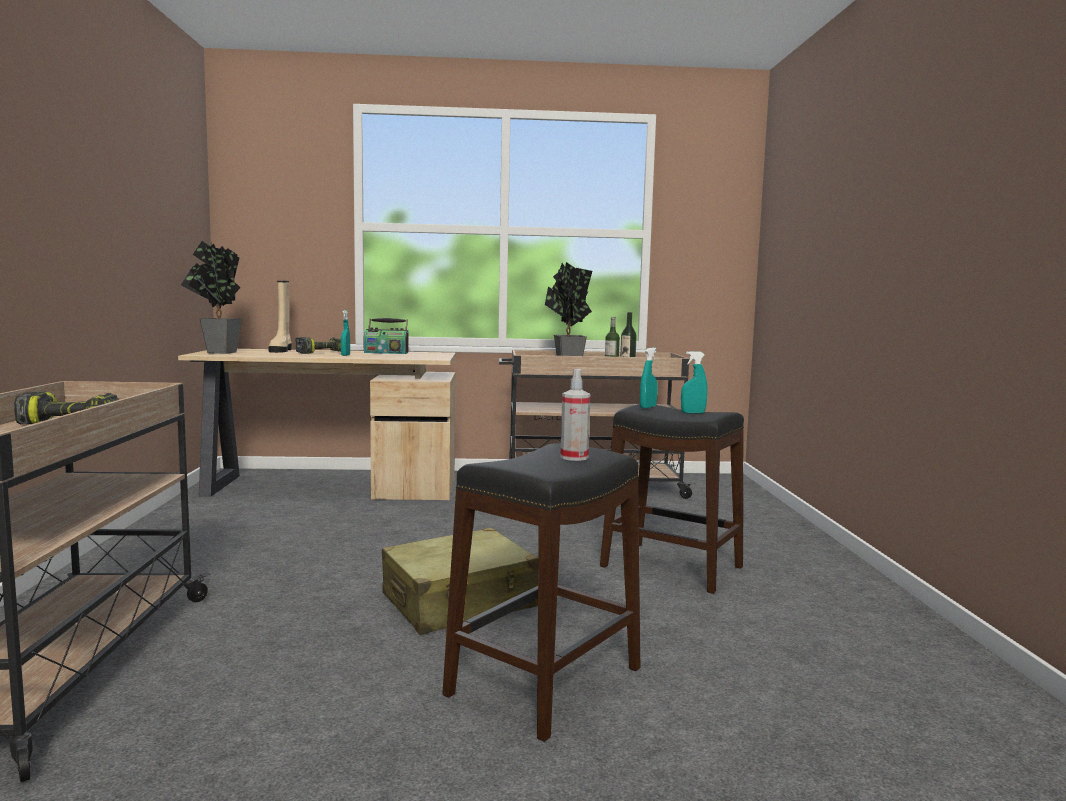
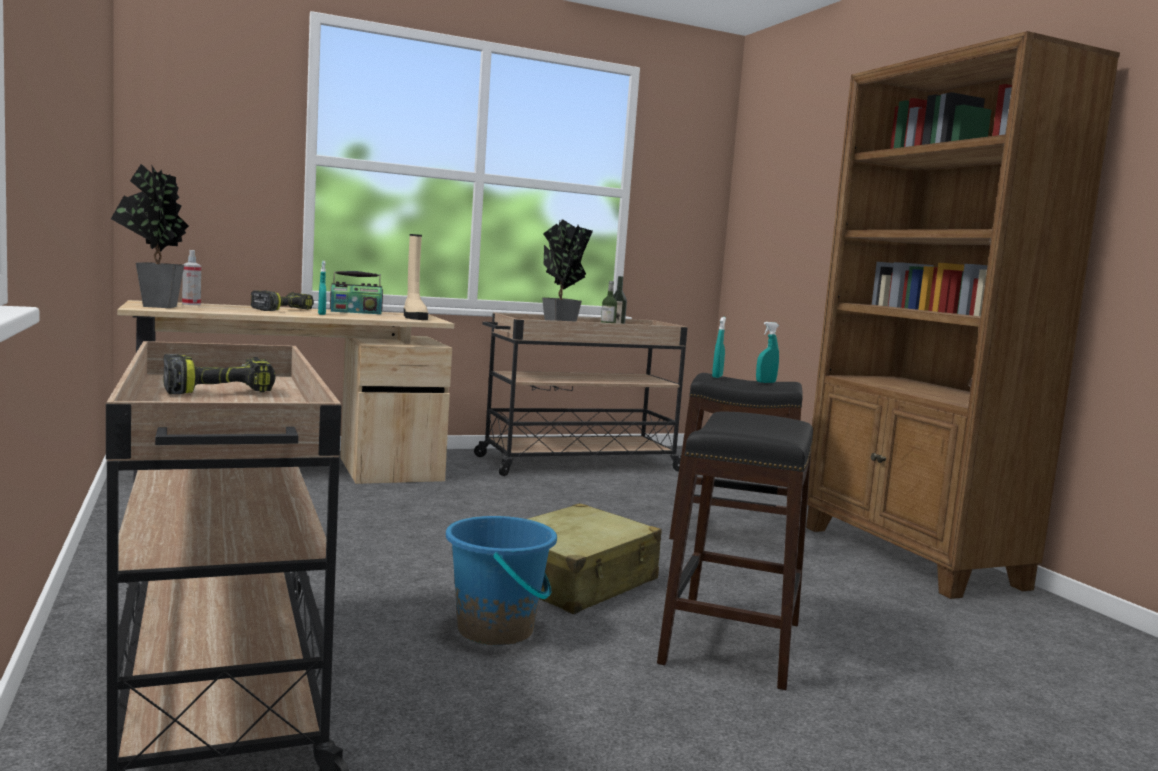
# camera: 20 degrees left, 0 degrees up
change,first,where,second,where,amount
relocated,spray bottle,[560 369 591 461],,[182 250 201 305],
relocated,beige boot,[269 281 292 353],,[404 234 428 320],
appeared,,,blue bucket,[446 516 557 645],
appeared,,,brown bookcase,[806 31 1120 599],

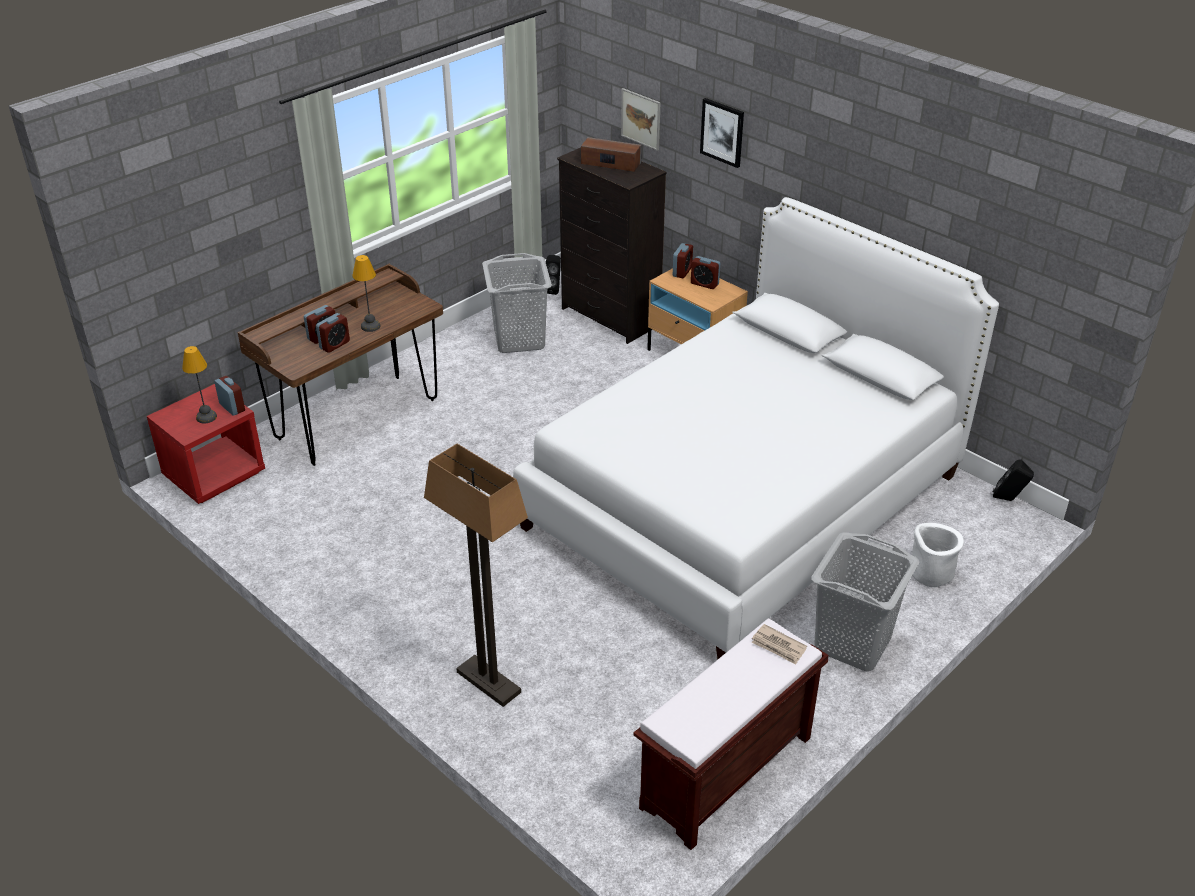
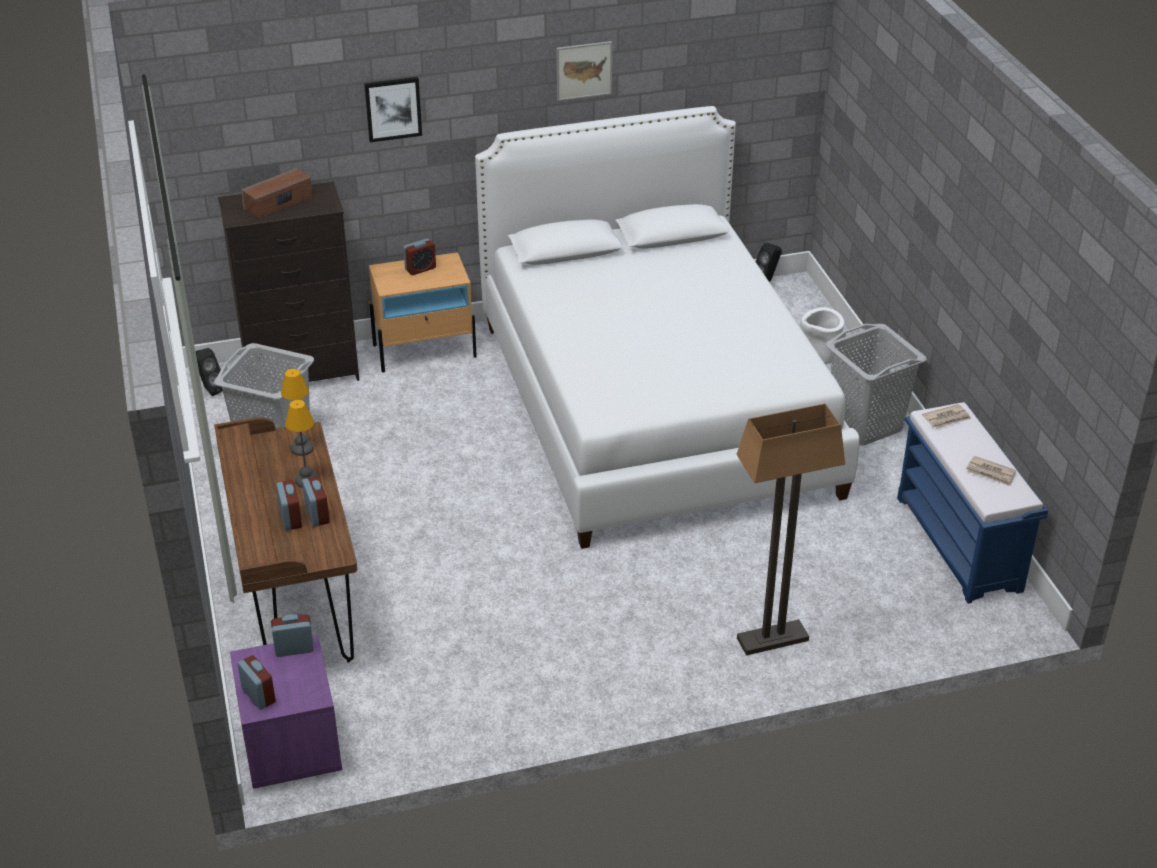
# camera: 60 degrees left, 0 degrees up
change,first,where,second,where,amount
colour,red nightstand,[147 384 265 504],purple nightstand,[230 635 342 789],
relocated,alarm clock,[673 243 693 278],,[237 655 276 710],
relocated,table lamp,[182 346 217 423],,[281 369 314 456],
relocated,picture,[621 88 661 151],,[557 41 612 101],
colour,brown bench,[633 619 829 850],blue bench,[897 402 1048 604],
appeared,,,newspaper,[966 456 1017 486],

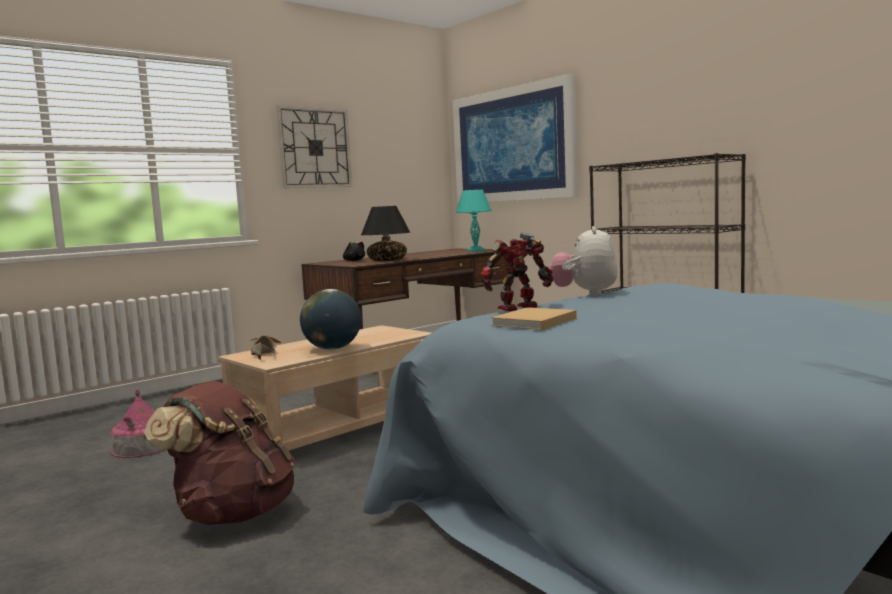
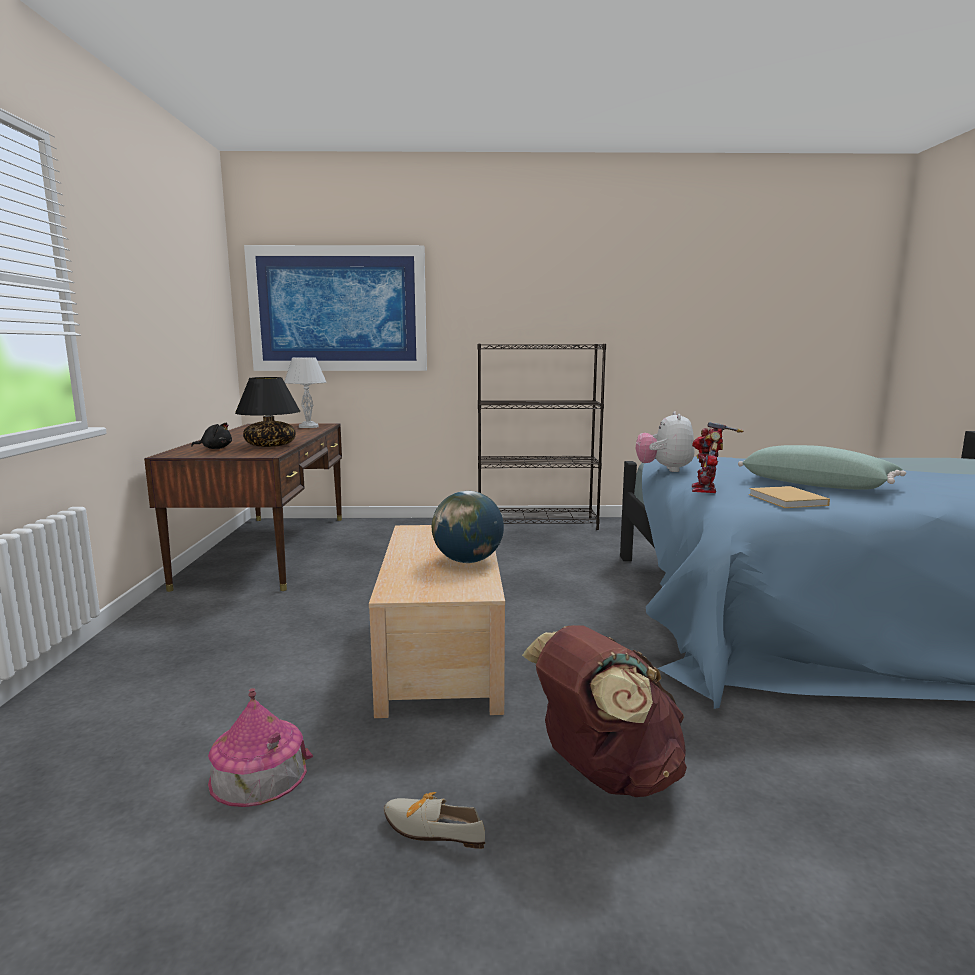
# camera: 50 degrees left, 5 degrees up
change,first,where,second,where,amount
colour,turquoise table lamp,[456 190 492 252],white table lamp,[284 357 326 428],
relocated,shoe,[250 335 281 360],,[384 792 485 849],
spun,plush toy,[550 226 618 295],,[636 411 695 472],45 degrees clockwise
appeared,,,green pillow,[738 445 906 490],
missing,wall clock,[276 105 352 188],,,

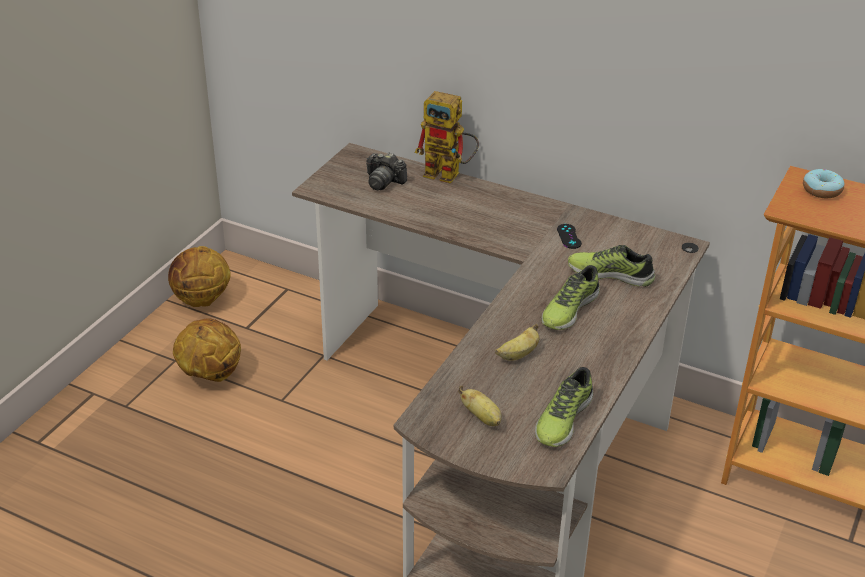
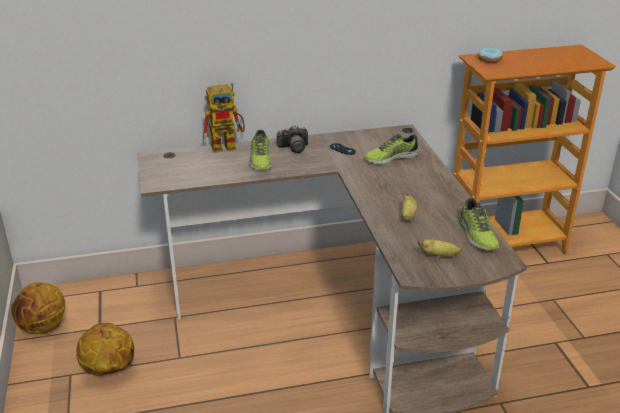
# camera: 40 degrees left, 5 degrees down
change,first,where,second,where,amount
relocated,shoe,[541 265 600 330],,[249 130 272 170],
relocated,photo camera,[366 153 407 190],,[276 126 308 153],

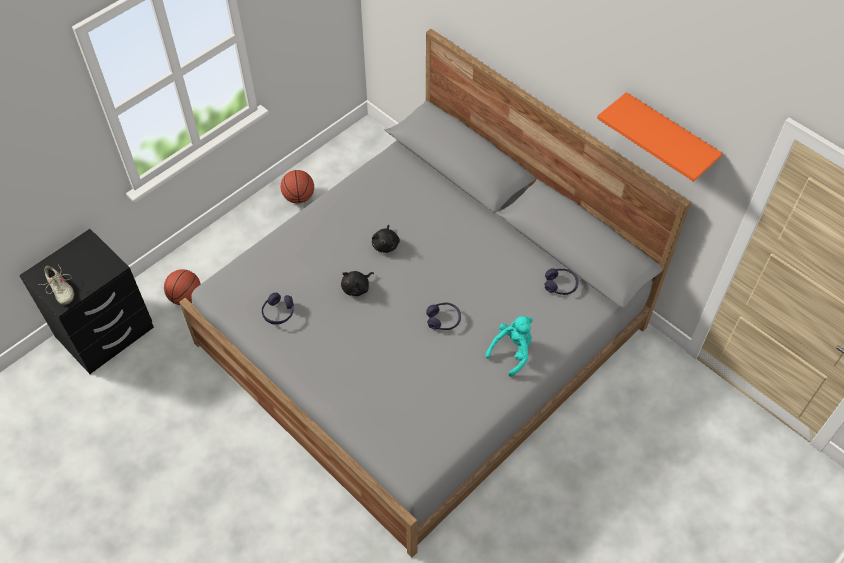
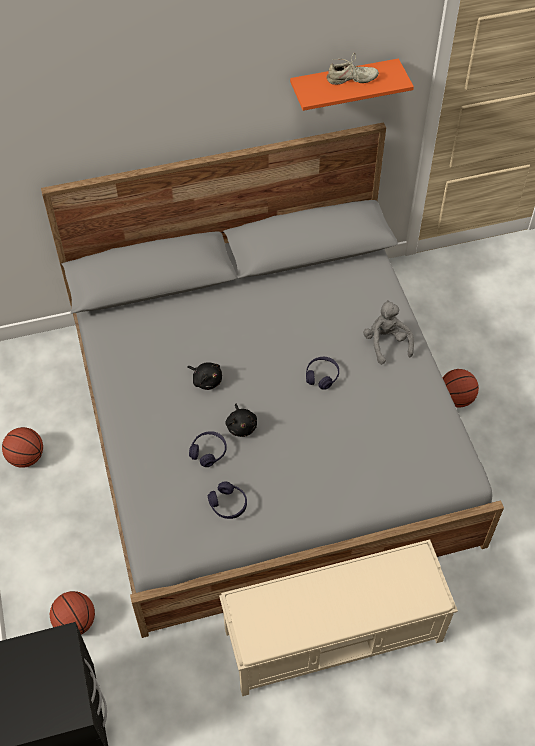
# camera: 60 degrees left, 0 degrees up
change,first,where,second,where,amount
relocated,purple headphones,[544 269 579 295],,[189 431 227 467],
appeared,,,beige bench,[219 539 458 696],
relocated,beige shoe,[38 265 74 305],,[327 53 379 85],
colour,turquoise plush toy,[485 316 533 377],grey plush toy,[363 300 414 364],
appeared,,,basketball,[443 369 479 408],

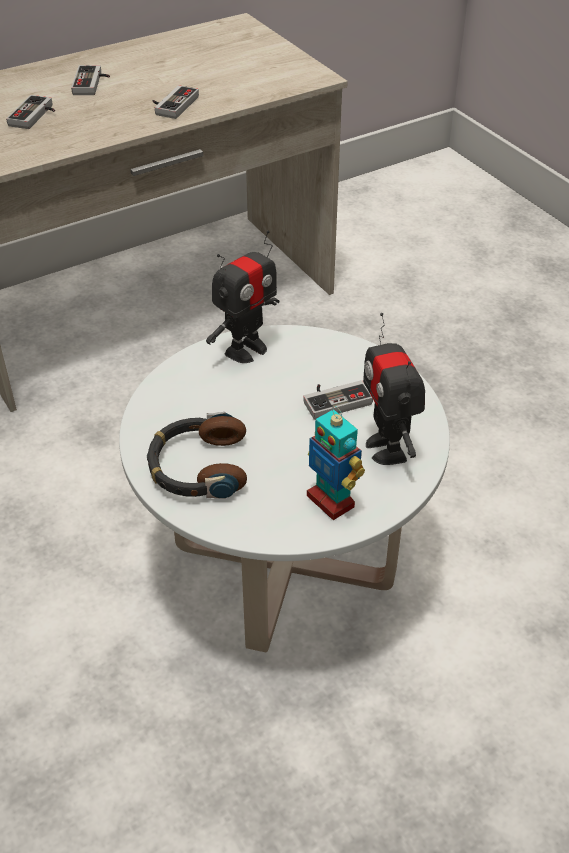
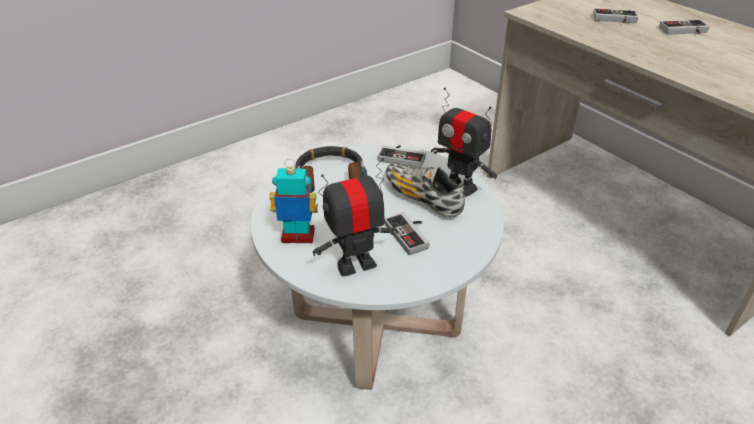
# camera: 85 degrees right, 5 degrees down
change,first,where,second,where,amount
spun,toy robot,[307 406 365 520],,[269 159 318 243],45 degrees clockwise
relocated,game controller,[153 85 199 119],,[378 145 426 168],
appeared,,,shoe,[386 163 465 217],

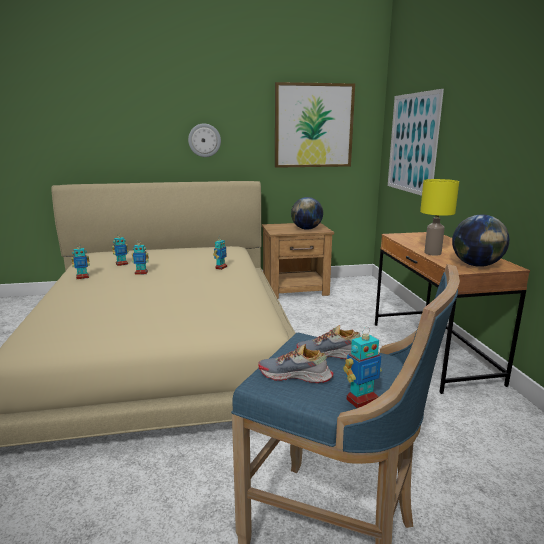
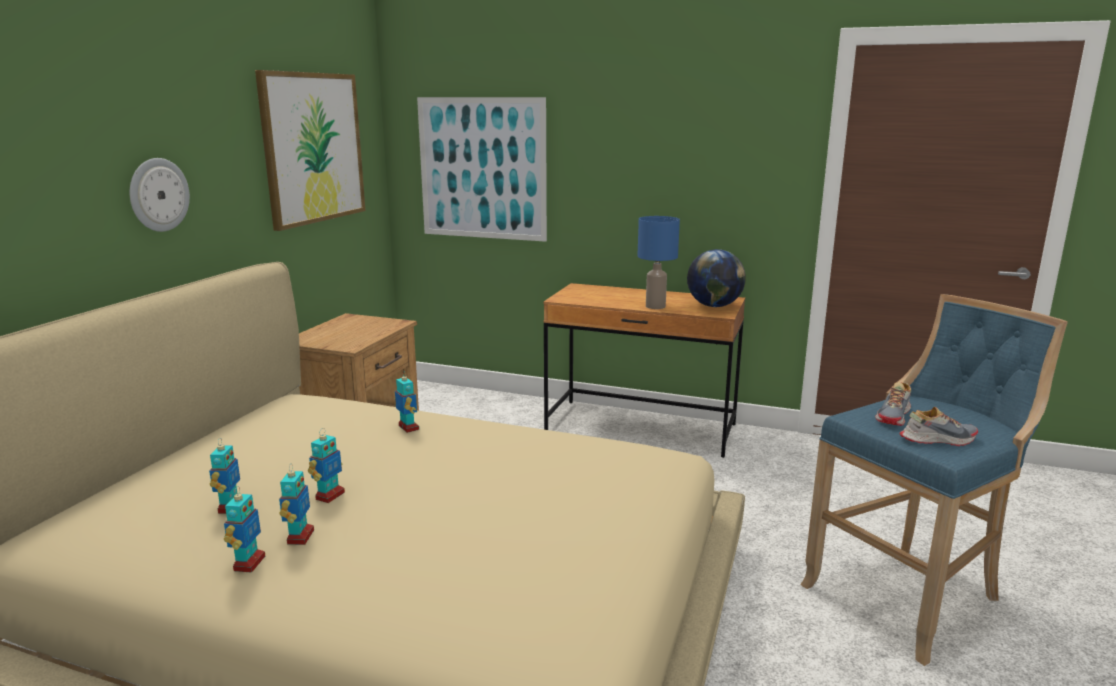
# camera: 60 degrees left, 0 degrees up
change,first,where,second,where,amount
relocated,toy robot,[343 327 382 408],,[279 465 314 545],
colour,yellow table lamp,[420 179 459 256],blue table lamp,[637 216 680 309],
spun,shoe,[258 344 334 383],,[899 407 978 446],135 degrees counterclockwise
missing,globe,[291 197 323 230],,,

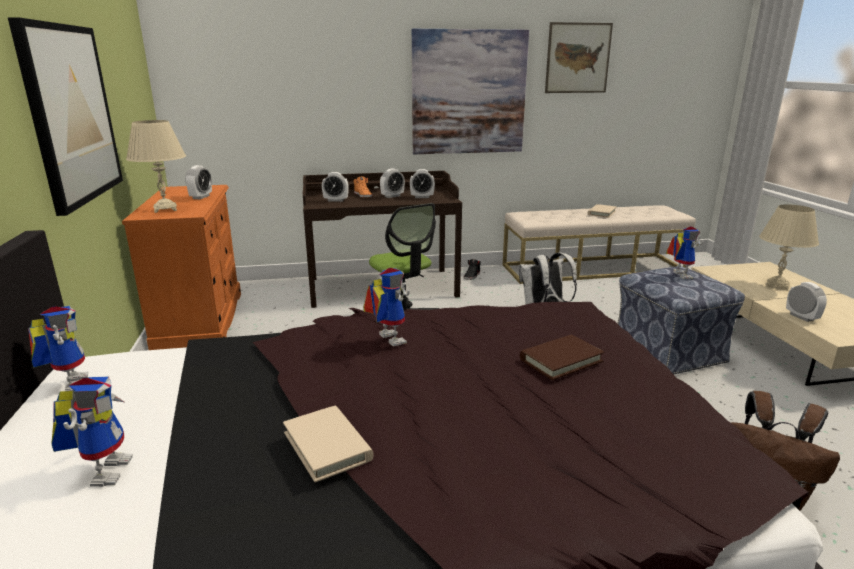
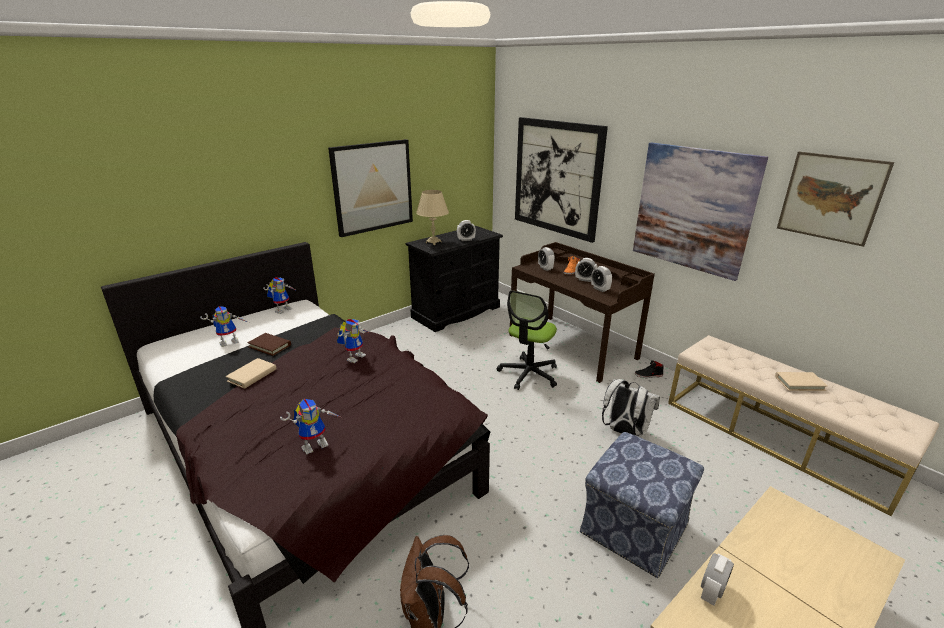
# camera: 60 degrees right, 5 degrees up
change,first,where,second,where,amount
relocated,brown book,[520 335 605 380],,[247 333 291 356],
relocated,toy robot,[666 227 704 279],,[280 399 340 455],
colour,orange dresser,[122 185 241 350],black dresser,[406 226 503 332],
appeared,,,picture,[515 117 608 243],
missing,beige table lamp,[759 204 819 291],,,

